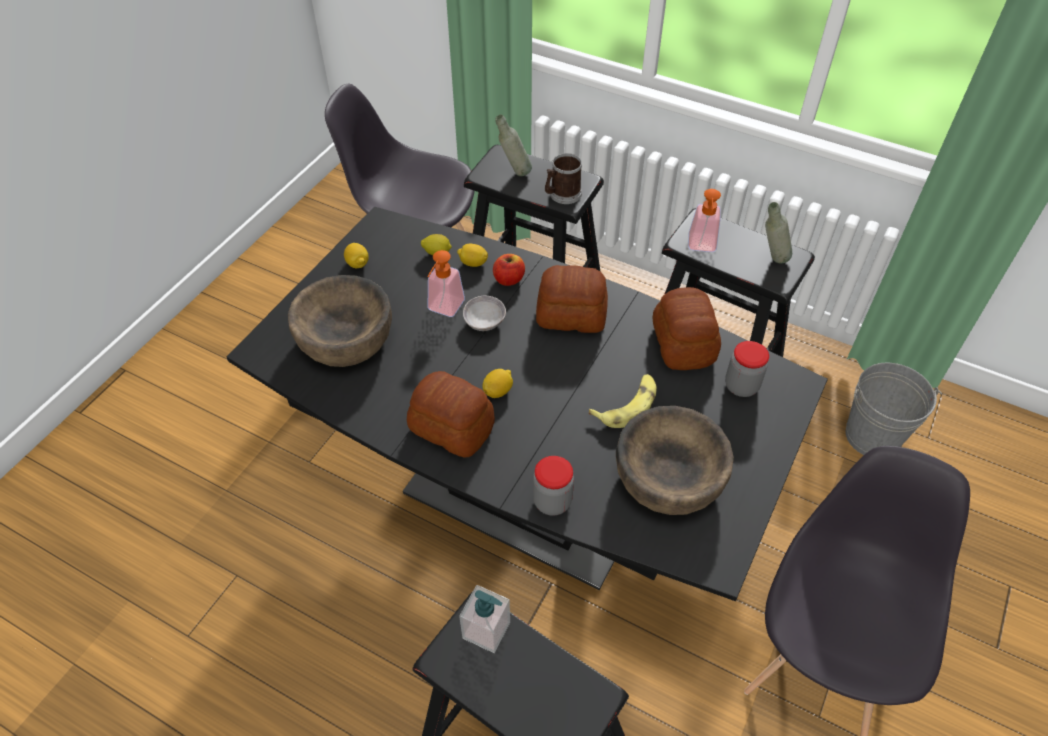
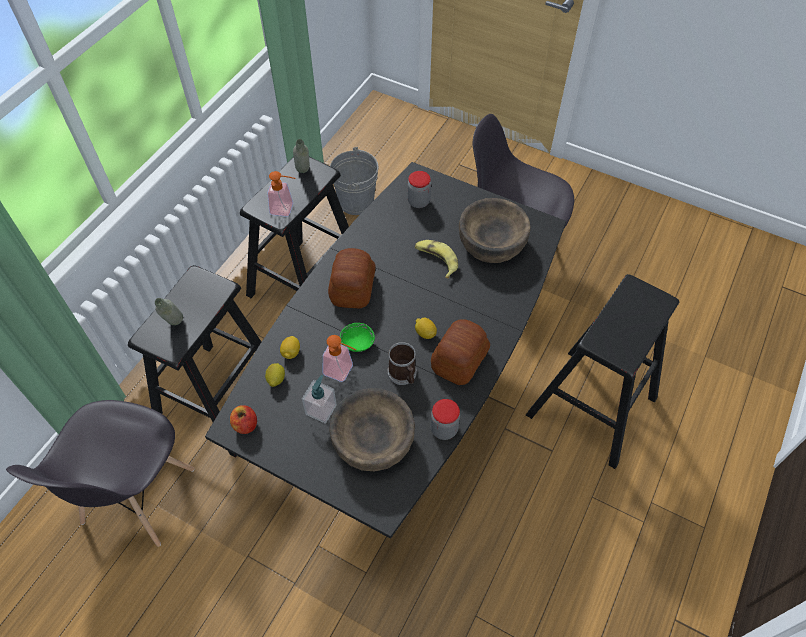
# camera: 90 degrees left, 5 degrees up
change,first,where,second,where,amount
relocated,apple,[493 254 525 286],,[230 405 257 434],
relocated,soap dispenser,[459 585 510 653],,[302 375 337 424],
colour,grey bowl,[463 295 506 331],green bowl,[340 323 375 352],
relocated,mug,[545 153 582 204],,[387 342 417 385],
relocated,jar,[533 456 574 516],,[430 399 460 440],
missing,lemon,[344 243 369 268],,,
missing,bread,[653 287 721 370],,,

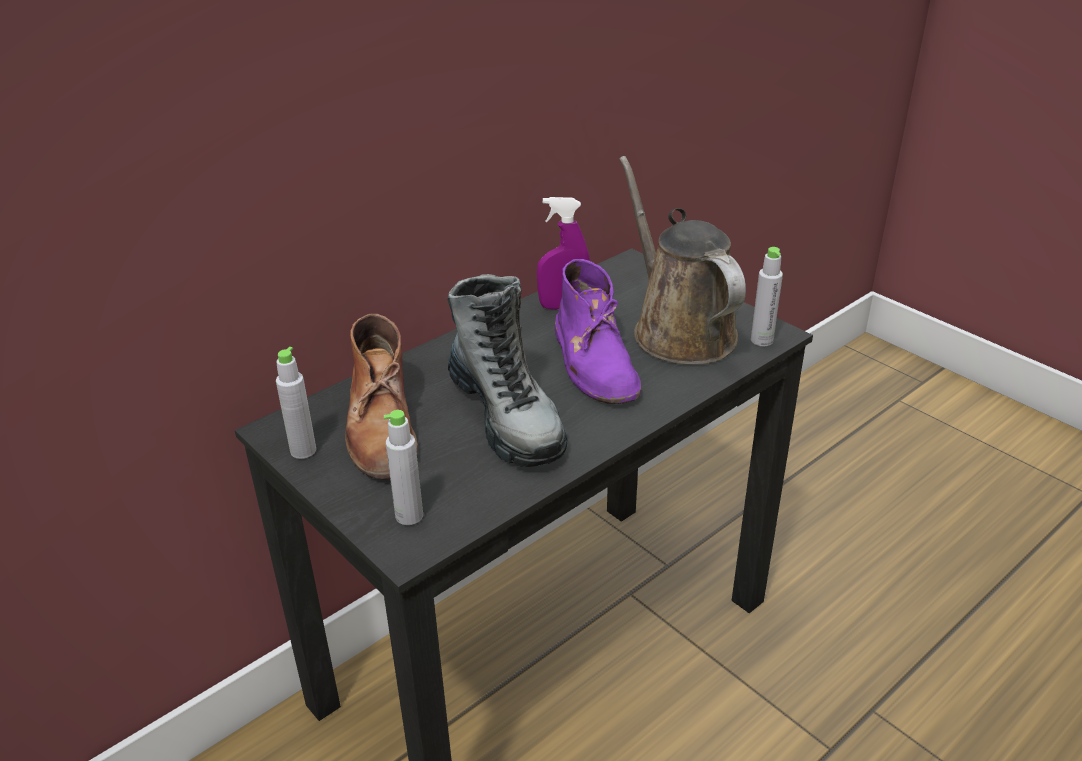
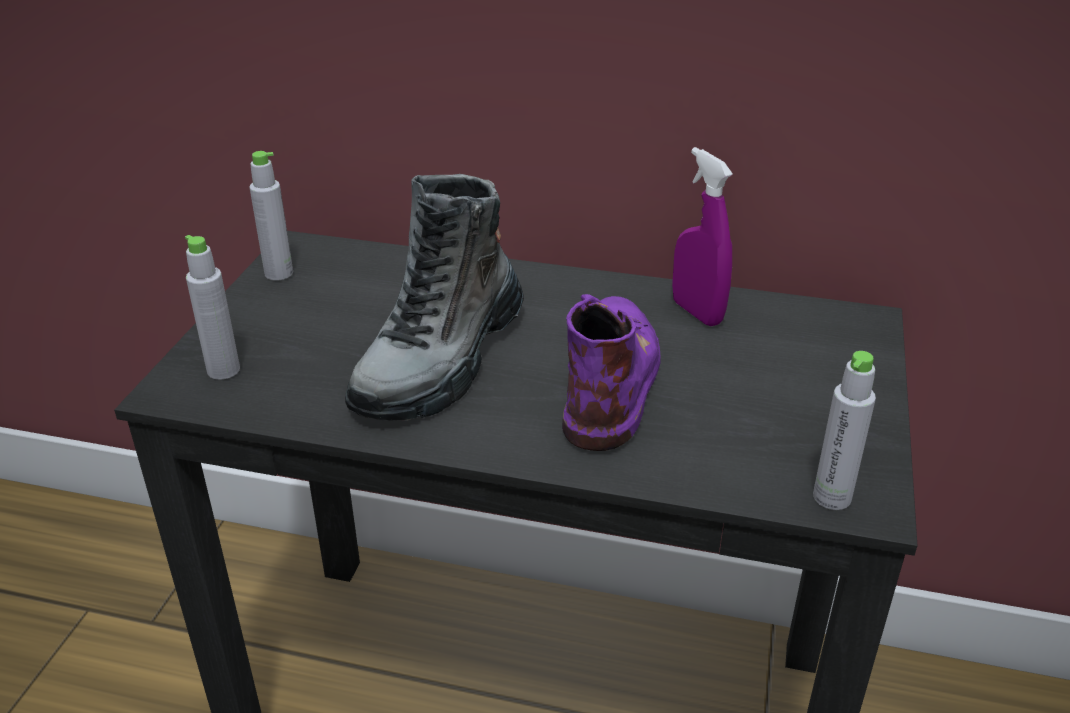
# camera: 55 degrees right, 0 degrees up
change,first,where,second,where,amount
spun,purple boot,[555 259 641 404],,[562 294 661 451],150 degrees clockwise
missing,brown boot,[345 314 418 479],,,
missing,brown watering can,[619 156 746 365],,,

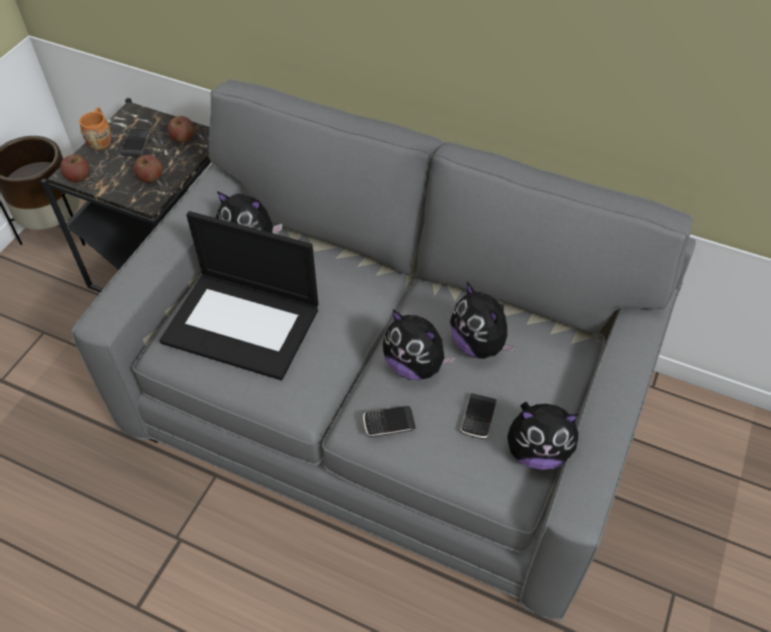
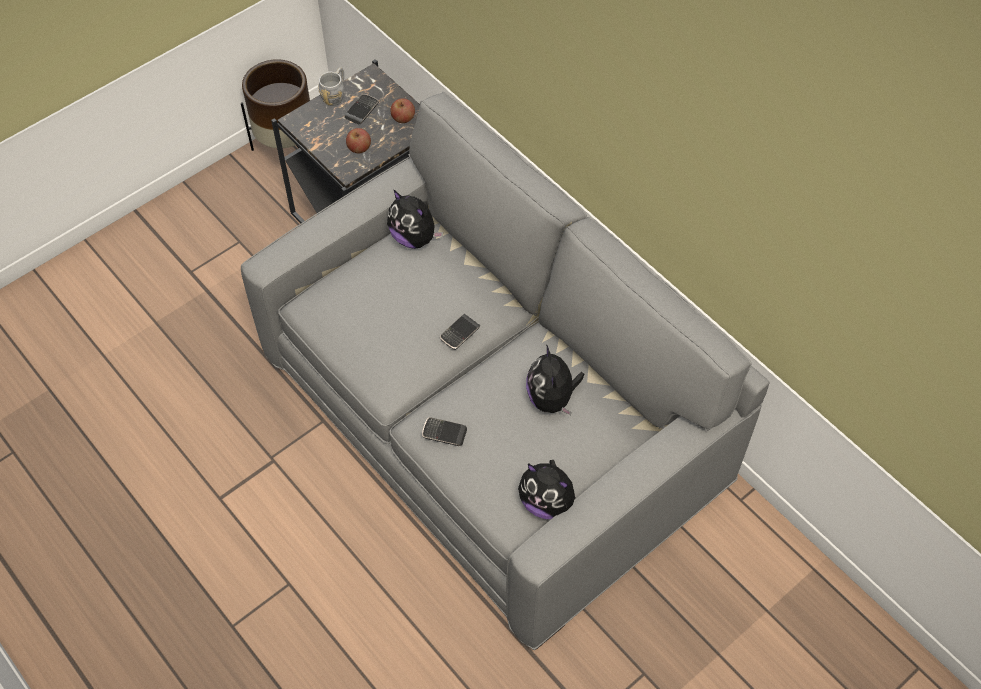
# camera: 25 degrees right, 5 degrees up
change,first,where,second,where,amount
colour,orange mug,[79 108 111 150],grey mug,[318 67 344 106],
relocated,phone,[460 393 497 439],,[440 314 480 350],
missing,apple,[60 154 90 182],,,
missing,laptop,[159 211 318 380],,,
missing,plush toy,[383 309 456 380],,,

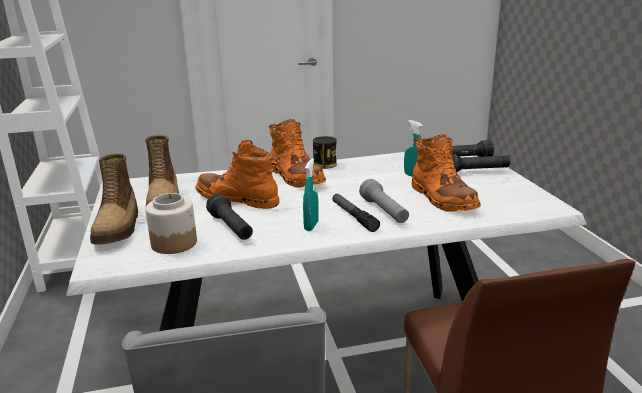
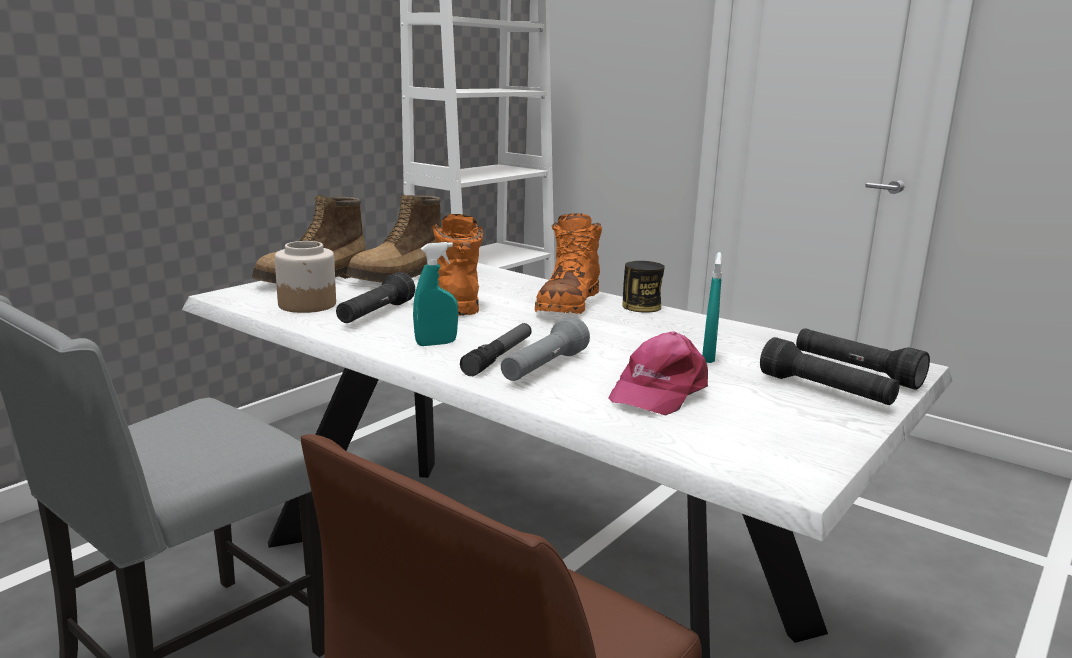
# camera: 50 degrees right, 5 degrees down
change,first,where,second,where,amount
exchanged,orange boot,[412 134 481 212],pink cap,[609 331 708 415],

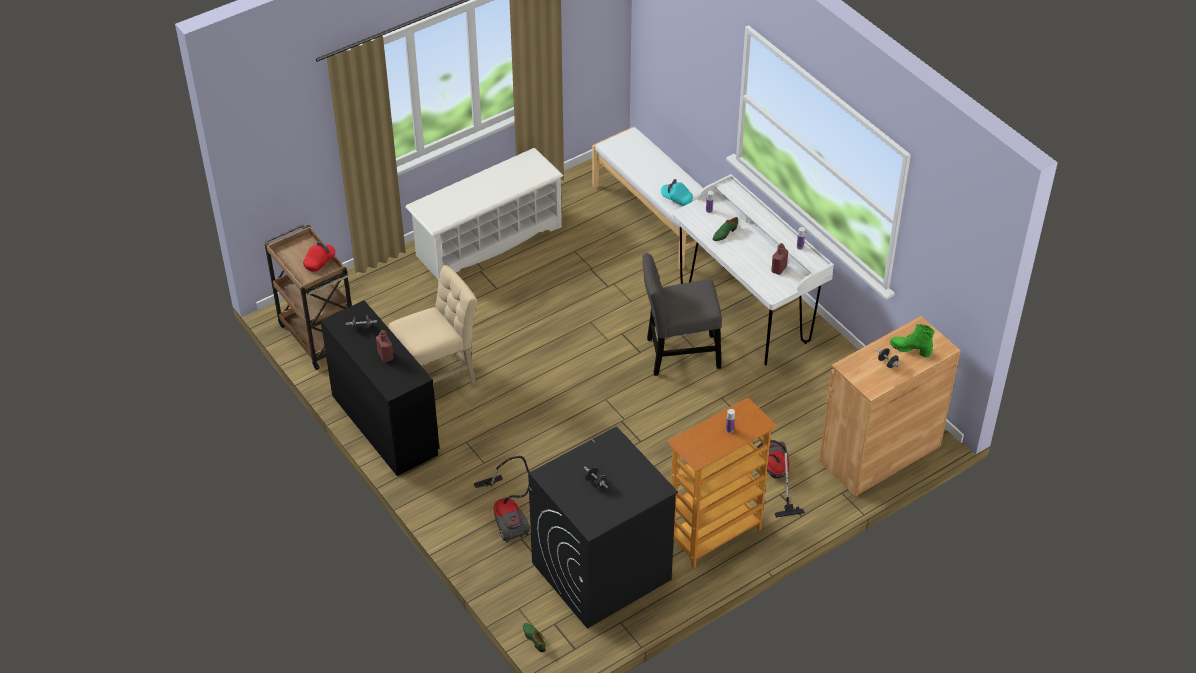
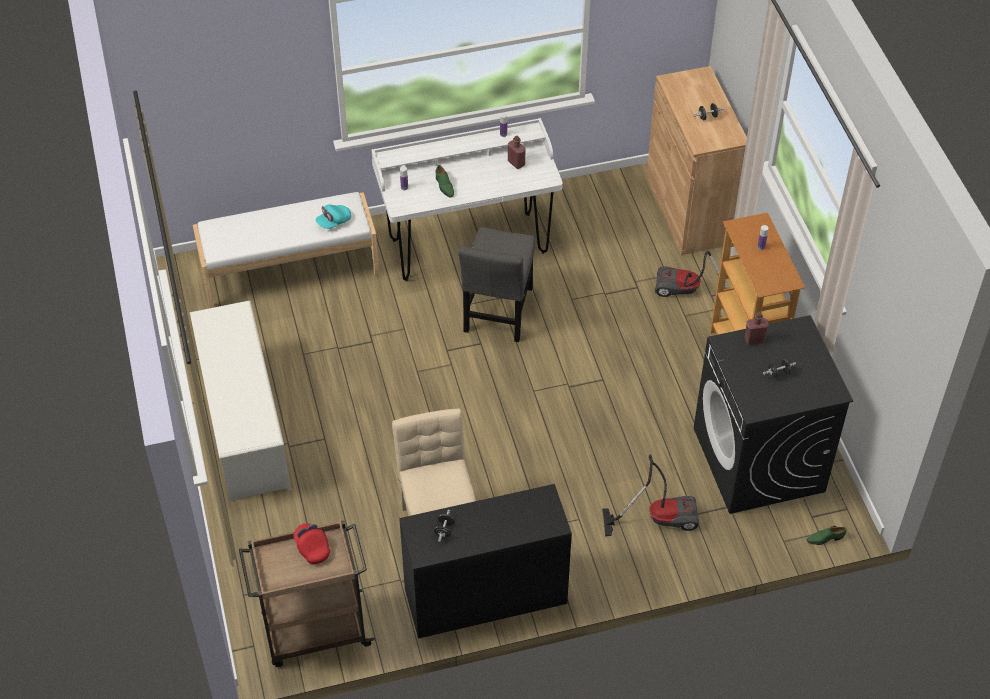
# camera: 70 degrees left, 5 degrees up
change,first,where,second,where,amount
relocated,red bottle,[376 330 393 362],,[744 312 769 345],
missing,green boot,[890 324 935 357],,,

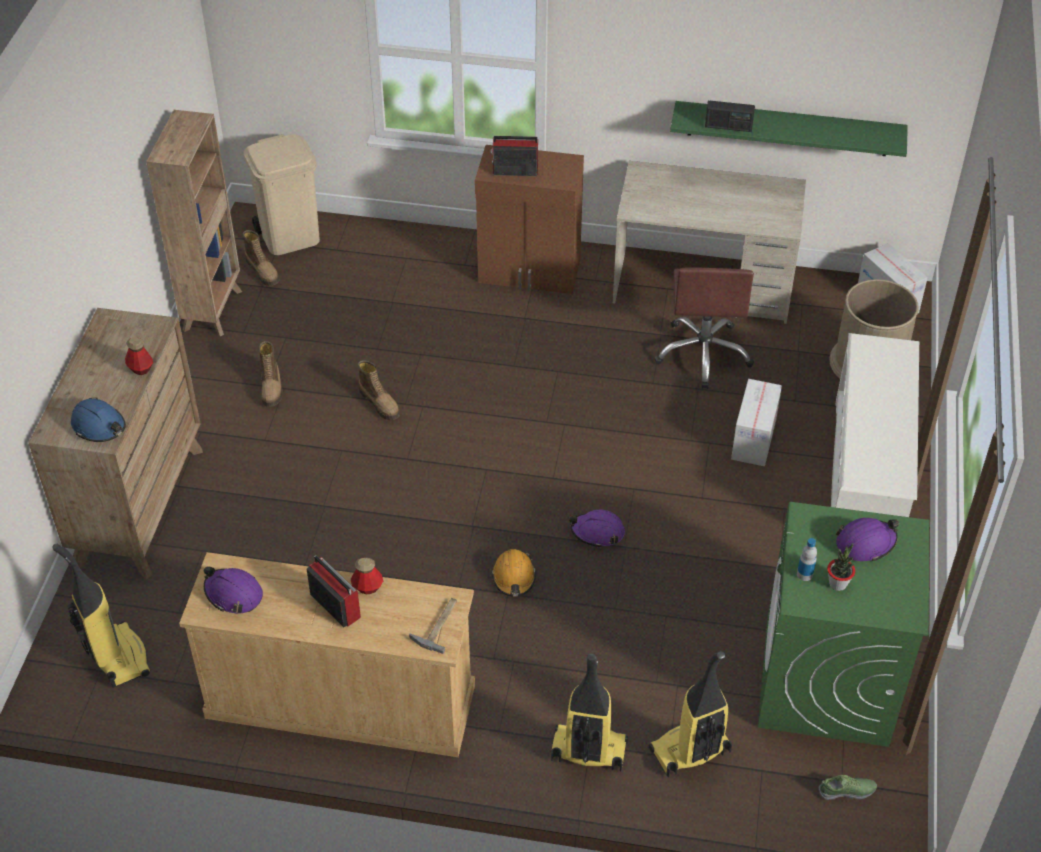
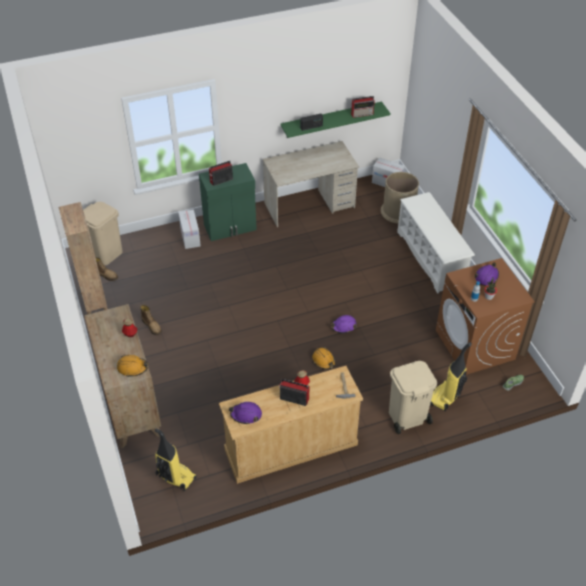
# camera: 30 degrees left, 0 degrees up
change,first,where,second,where,amount
colour,blue hard hat,[71 397 126 442],orange hard hat,[117 355 148 377],
relocated,cardboard box,[731 379 782 466],,[178 210 201 249],
colour,brown cabinet,[475 145 584 294],green cabinet,[199 163 257 241],
appeared,,,radio,[351 96 375 118],
exchanged,vacuum cleaner,[551 653 628 772],beige trash can,[389 361 437 434],
colour,green washing machine,[758 502 929 747],brown washing machine,[436 258 535 375],
missing,boot,[358 360 400 420],,,
missing,brown office chair,[654 267 754 389],,,

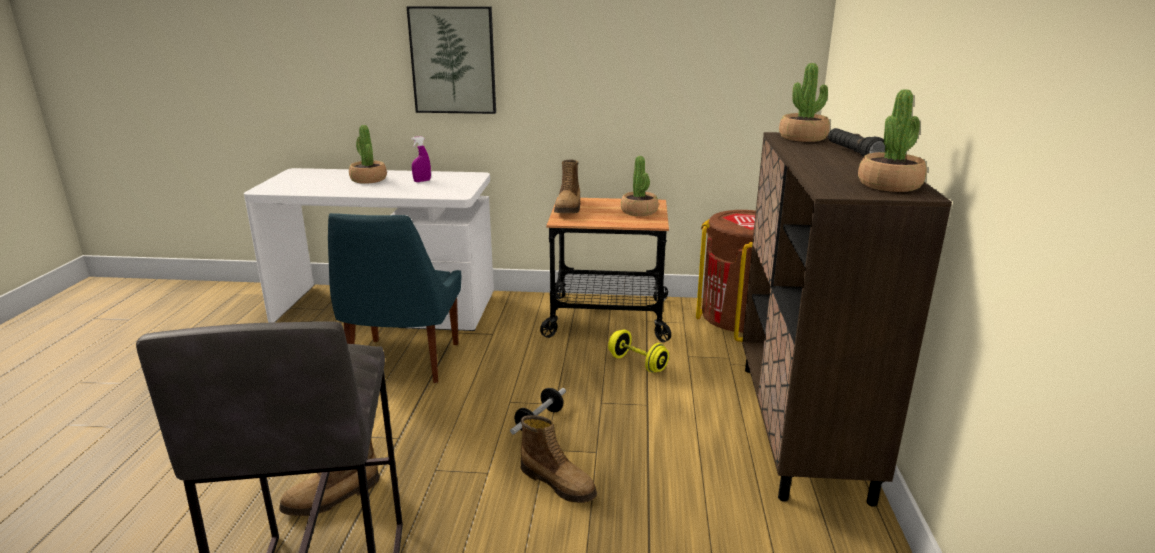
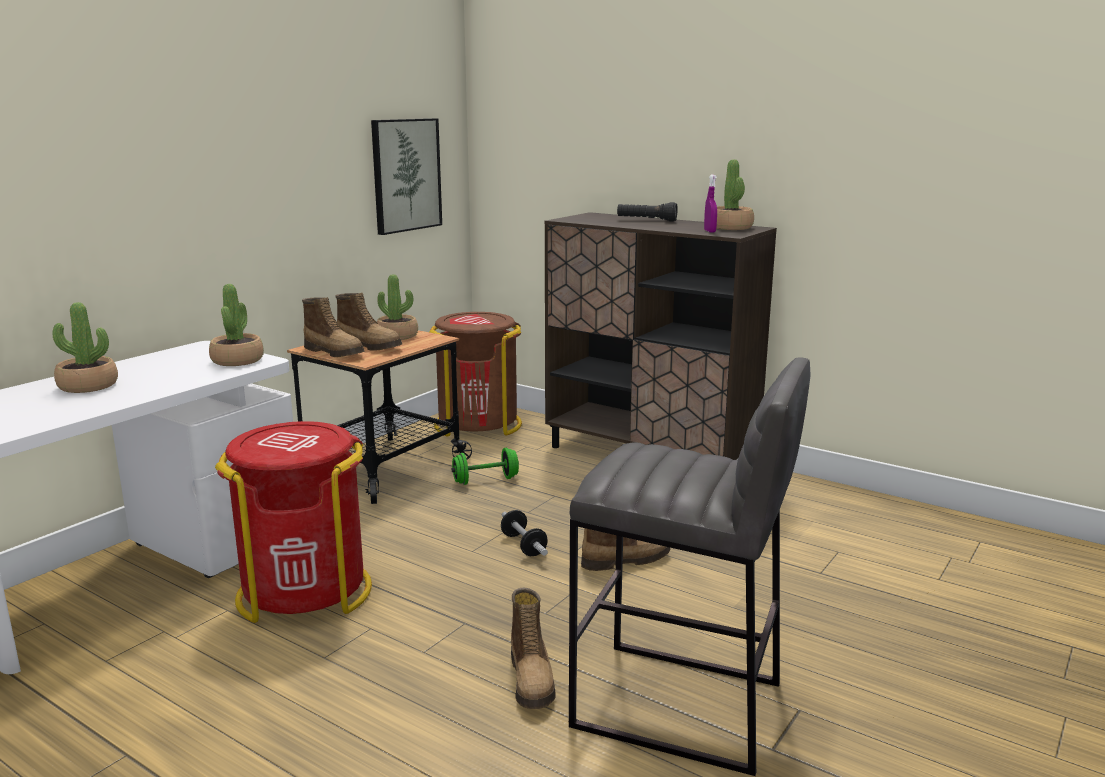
# camera: 60 degrees left, 5 degrees down
change,first,where,second,where,amount
relocated,potted plant,[779 63 830 142],,[209 284 264 366],
exchanged,blue chair,[328 213 461 383],red trash can,[215 421 372 623],
appeared,,,boot,[335 293 402 351],
relocated,picture,[407 6 496 114],,[371 118 442 235],
colour,yellow dumbbell,[608 329 669 373],green dumbbell,[451 448 519 485],
relocated,purple spray bottle,[411 136 431 182],,[704 175 717 232],

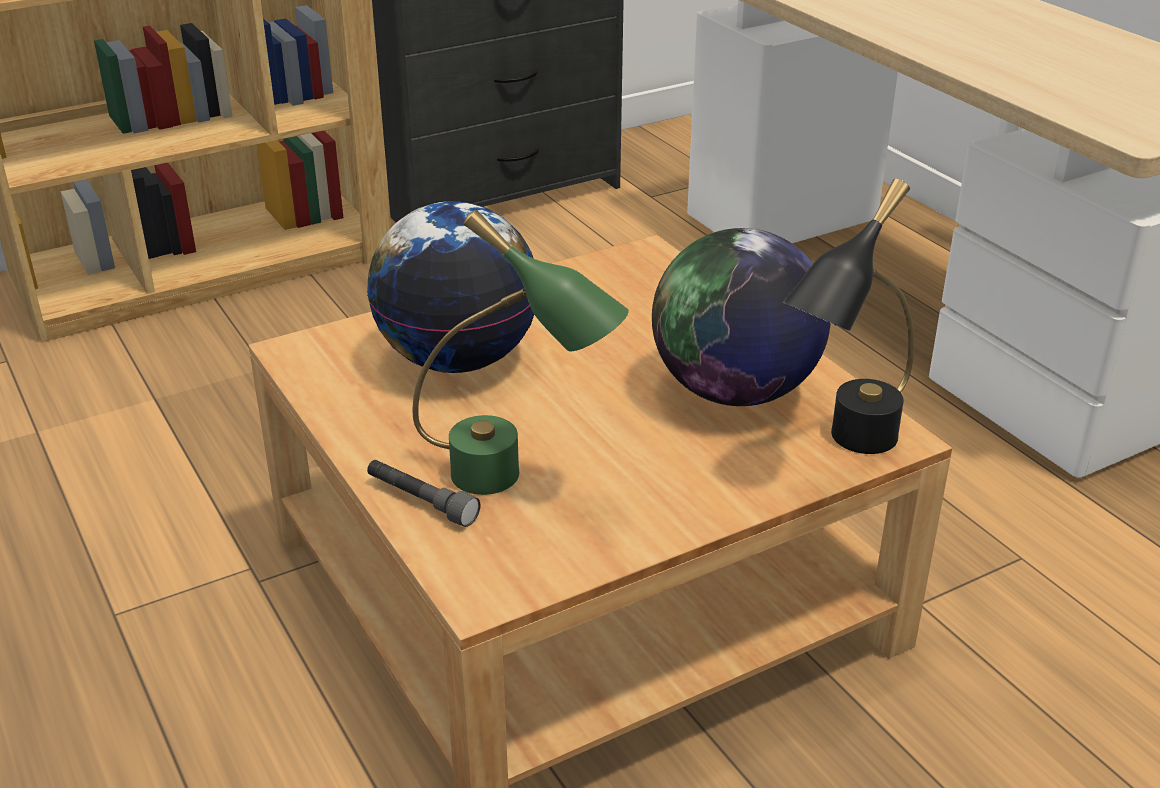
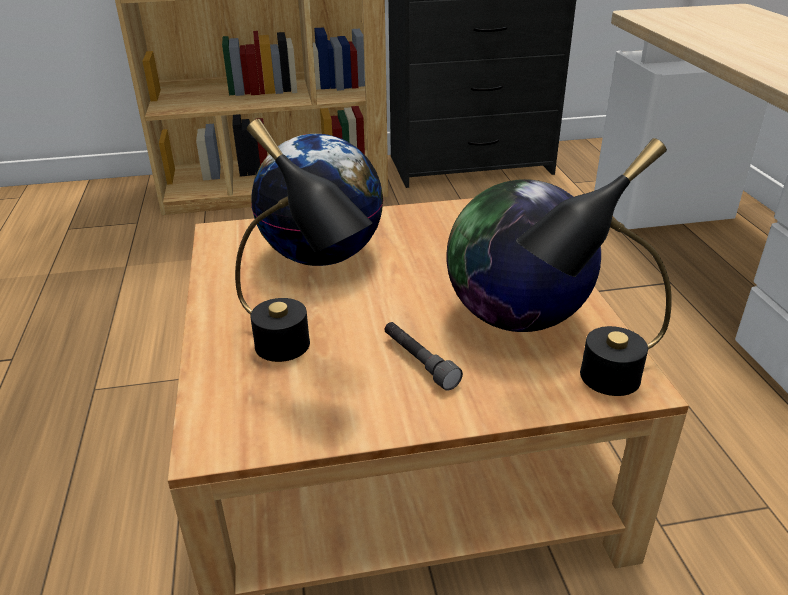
# camera: 20 degrees right, 0 degrees up
change,first,where,second,where,amount
colour,green table lamp,[413 210 629 495],black table lamp,[235 119 372 362],
relocated,grey flashlight,[367 460 480 527],,[384 322 463 390],

